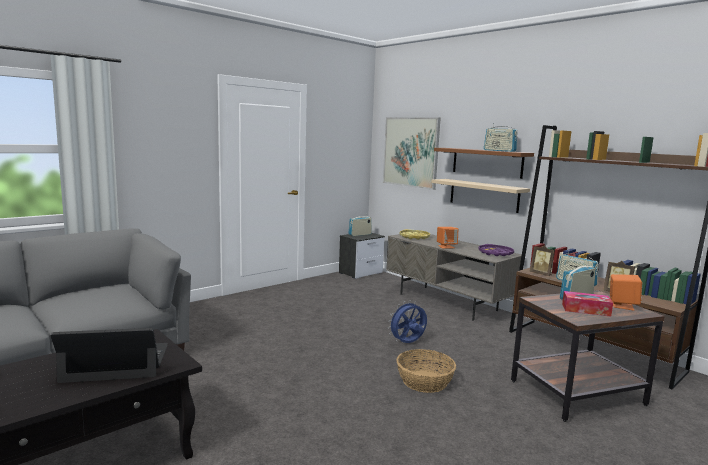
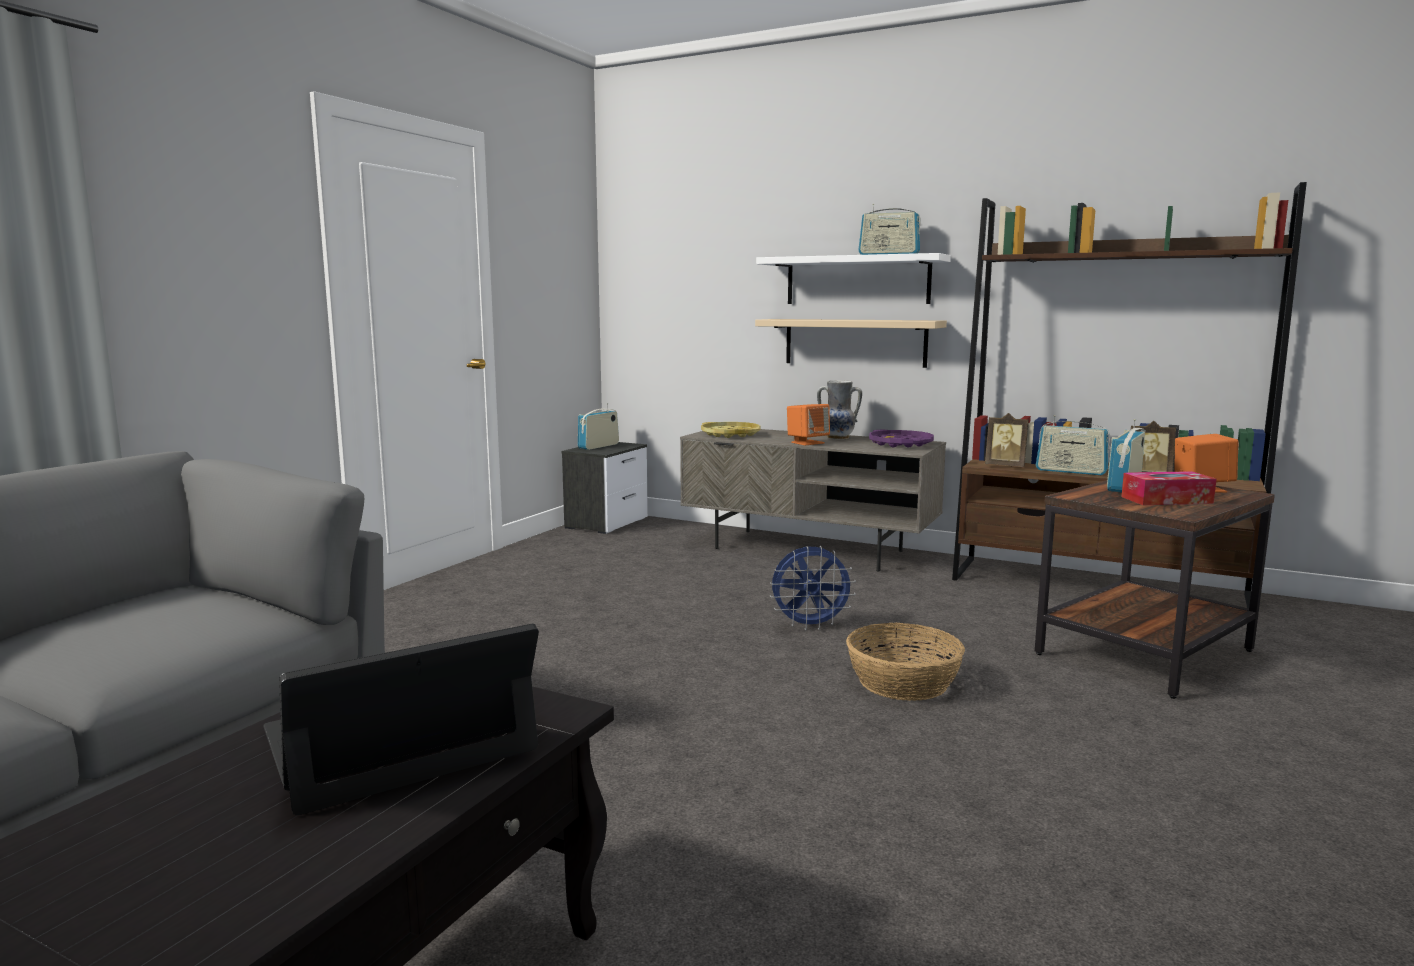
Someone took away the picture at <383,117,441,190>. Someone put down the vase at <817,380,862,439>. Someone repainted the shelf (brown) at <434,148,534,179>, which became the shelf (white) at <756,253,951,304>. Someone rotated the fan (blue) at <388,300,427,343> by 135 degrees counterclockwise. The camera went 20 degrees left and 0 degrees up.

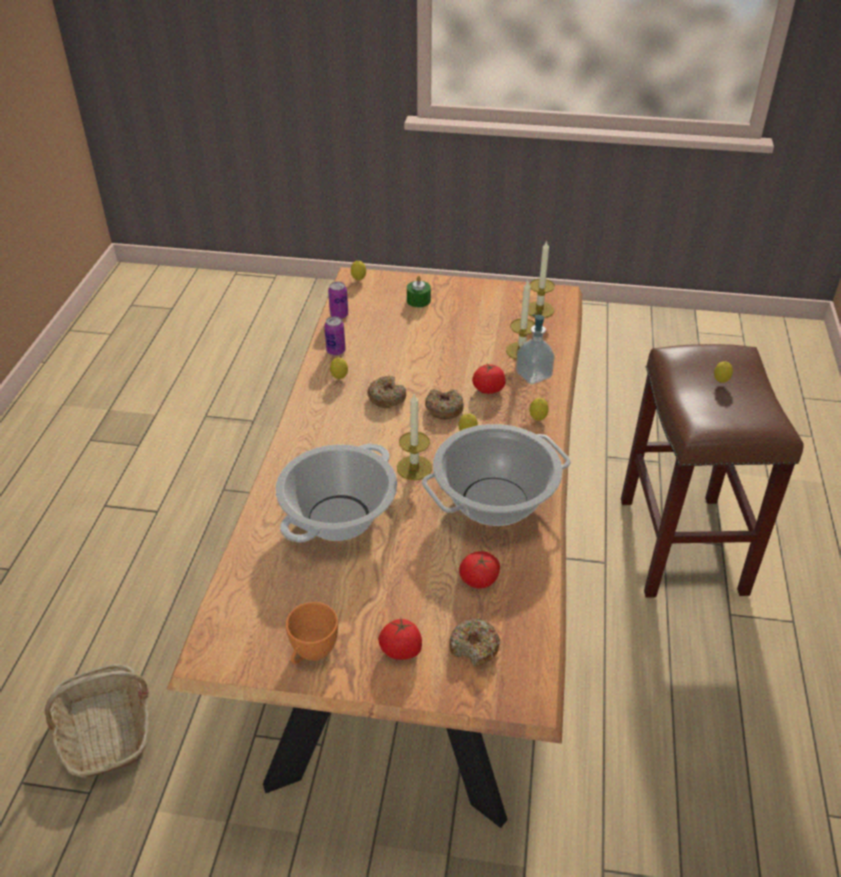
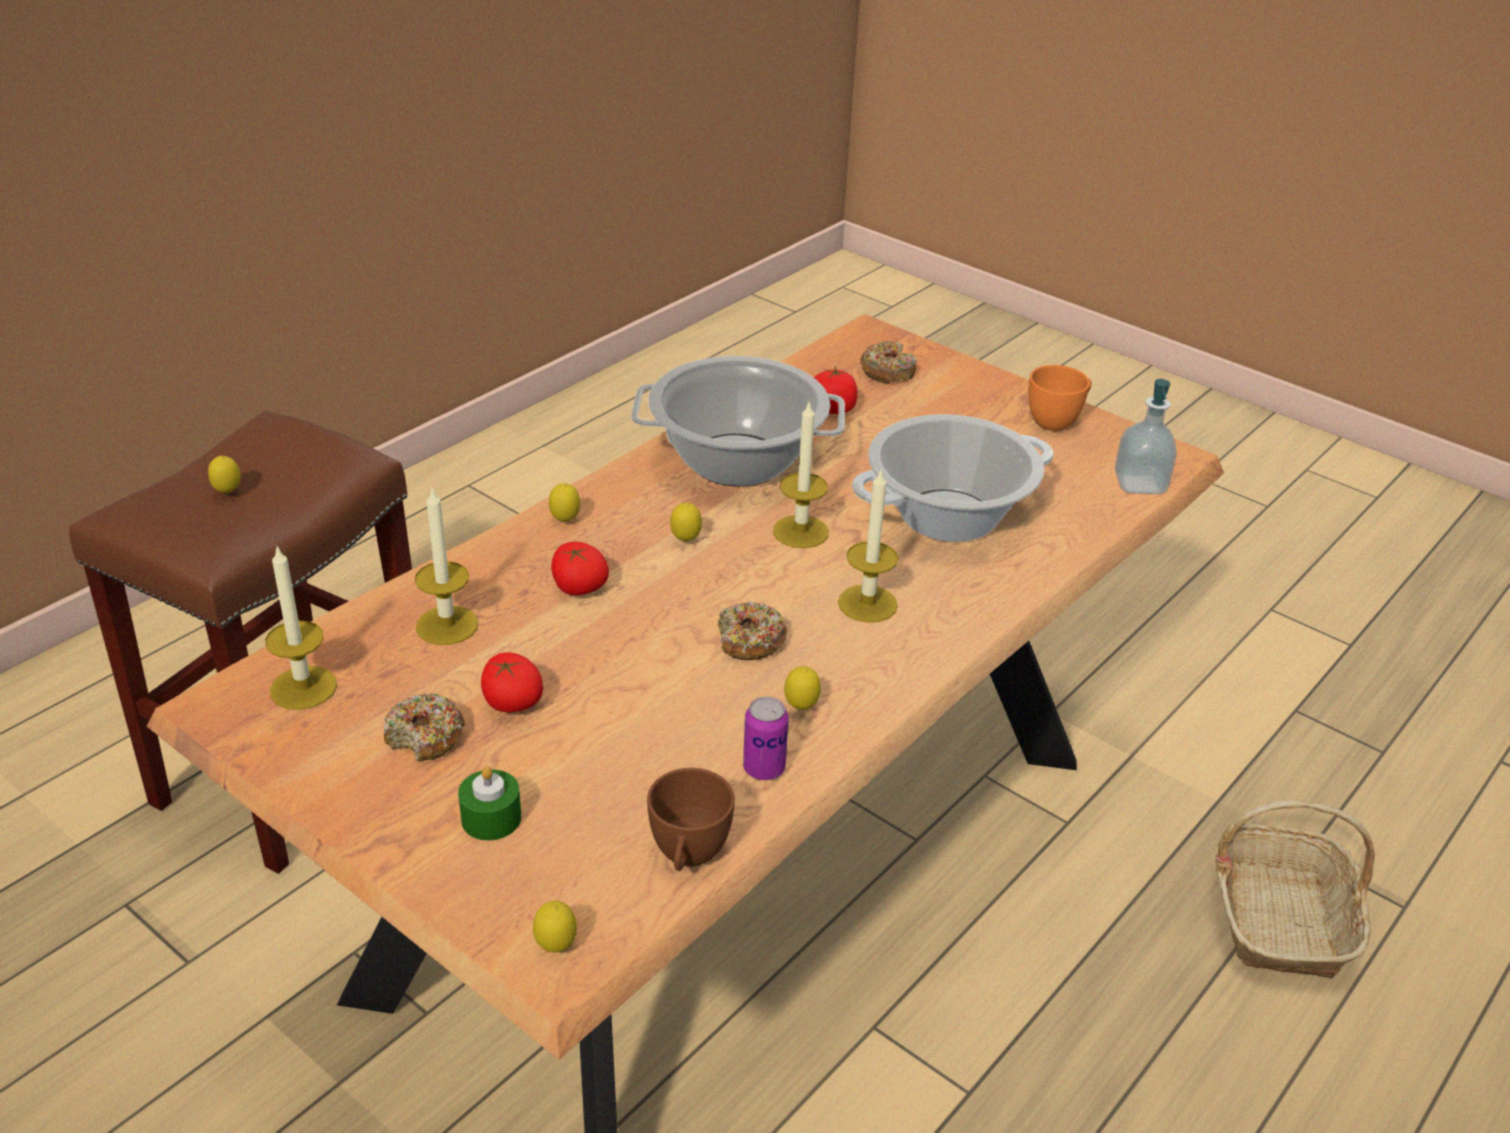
Someone put down the candle at <838,471,898,623>. Someone carried the tomato from <378,617,422,660> to <481,652,543,712>. Someone carried the donut from <425,388,464,419> to <383,693,465,761>. Someone carried the soap dispenser from <516,314,555,384> to <1115,379,1177,494>. Someone swapped the can at <328,282,348,319> for the cup (brown) at <647,768,735,871>. The camera went 150 degrees left and 5 degrees down.

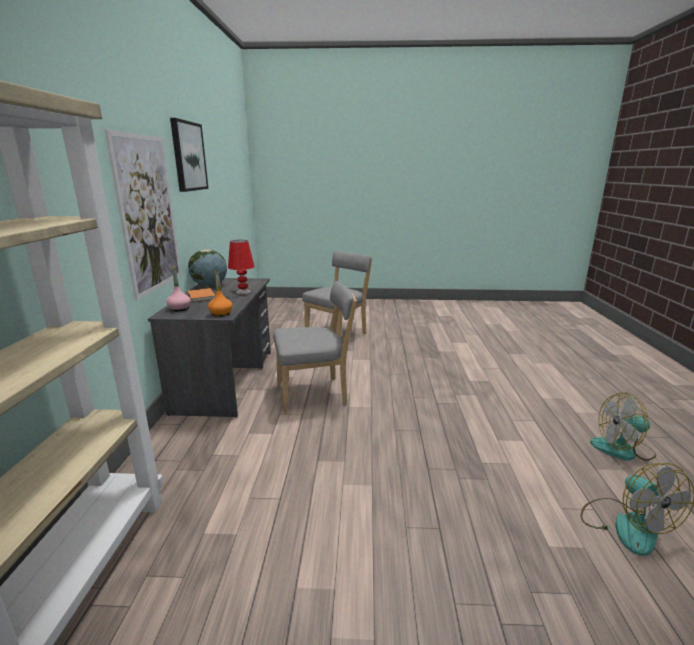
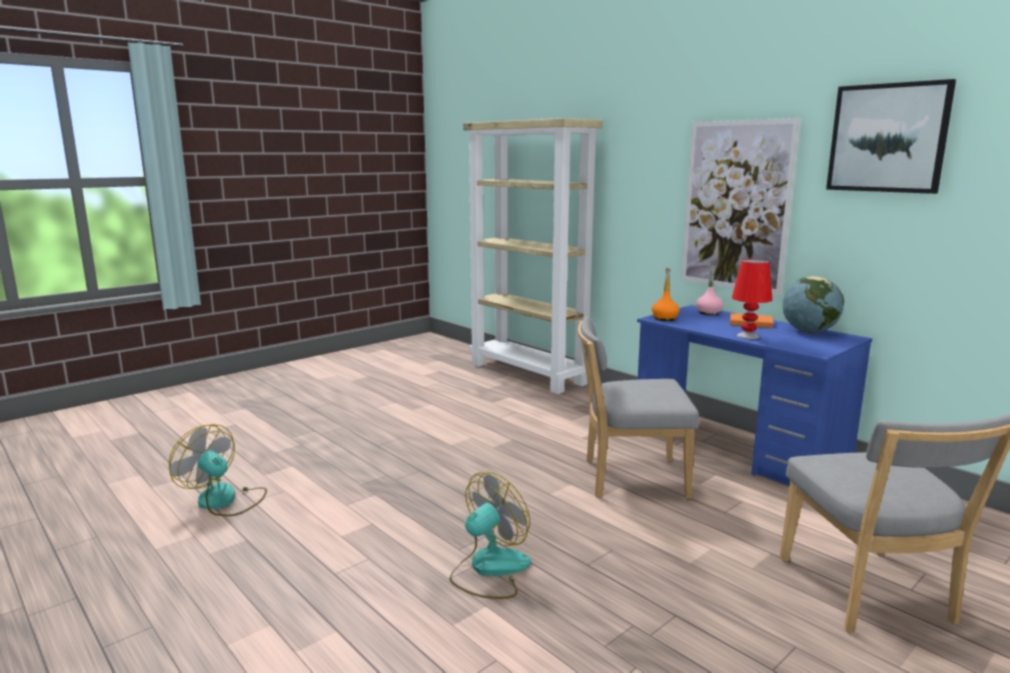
Someone carried the fan from <590,392,656,461> to <449,472,531,599>. Someone repainted the desk (grey) at <148,278,271,418>, which became the desk (blue) at <637,305,873,485>. Someone rotated the chair (grey) at <273,281,357,414> by 60 degrees clockwise. The camera went 135 degrees right and 5 degrees down.

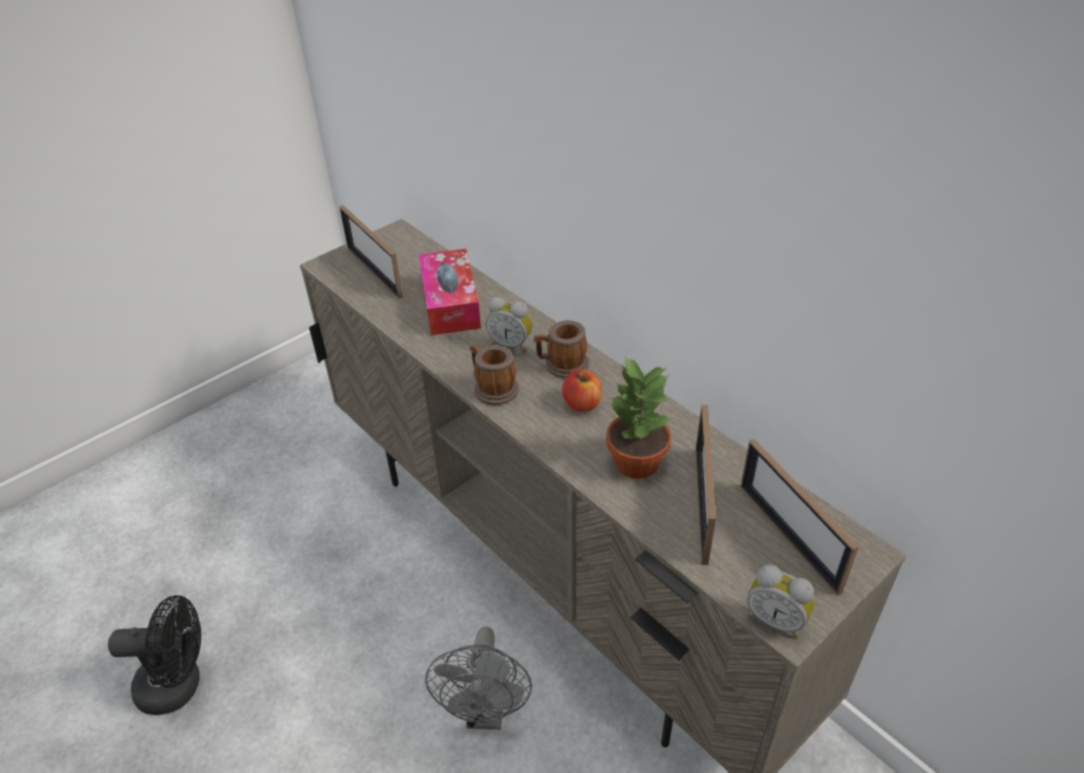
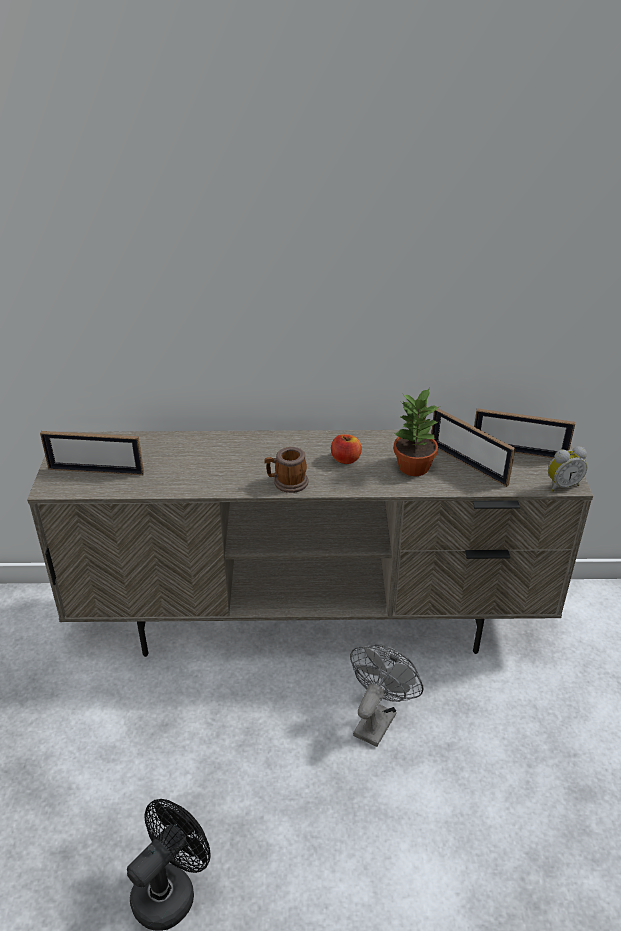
Someone took away the tissue box at <419,249,481,335>. Someone took away the alarm clock at <485,297,532,353>. Someone took away the mug at <534,320,589,379>. Someone rotated the fan (grey) at <425,627,532,730> by 105 degrees counterclockwise. The camera went 50 degrees left and 5 degrees down.

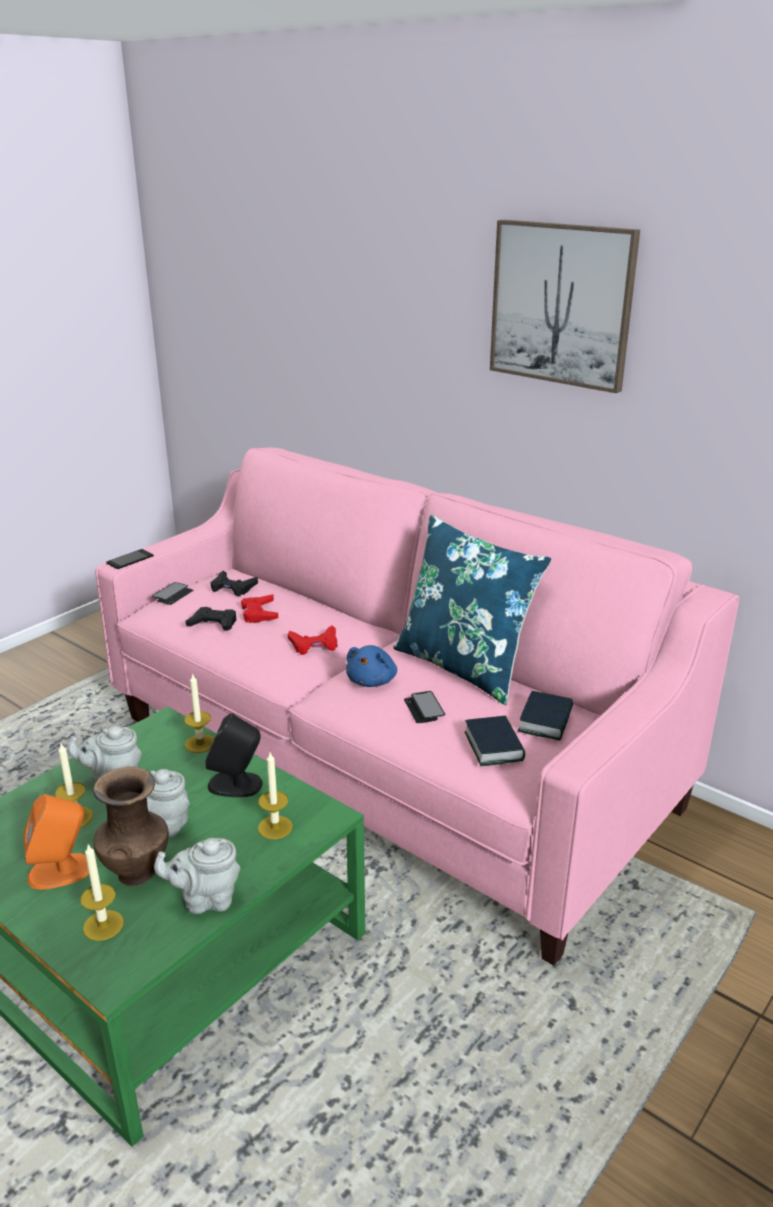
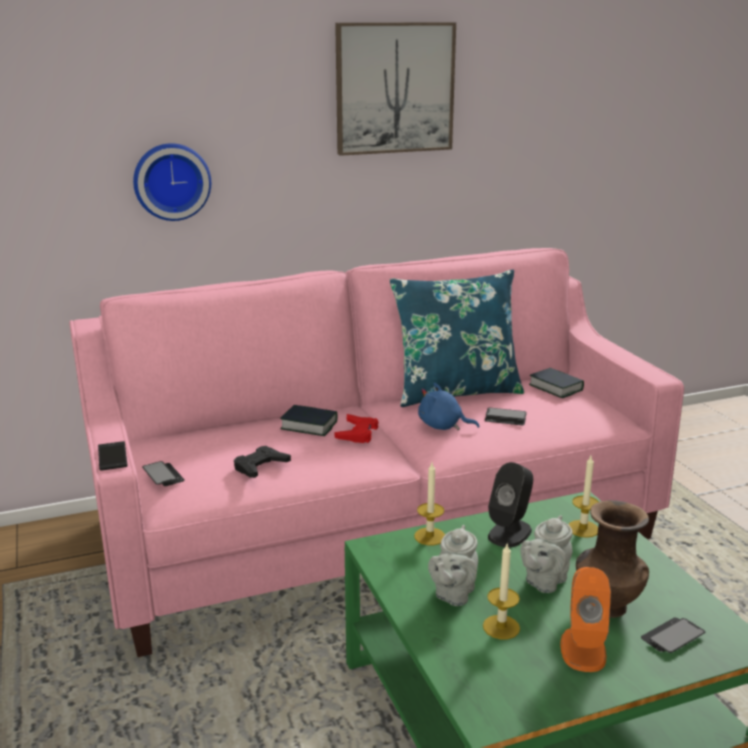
Someone took away the teapot (grey) at <154,838,240,914>. Someone took away the game controller (black) at <211,571,258,596>. Someone took away the game controller (red) at <241,594,278,623>. Someone put up the wall clock at <133,143,211,221>. Someone carried the book from <465,716,525,766> to <280,405,337,436>. Someone swapped the candle at <80,845,124,941> for the phone at <641,617,705,653>. Someone rotated the plush toy (blue) at <346,645,397,687> by 150 degrees clockwise. The camera went 60 degrees left and 5 degrees down.

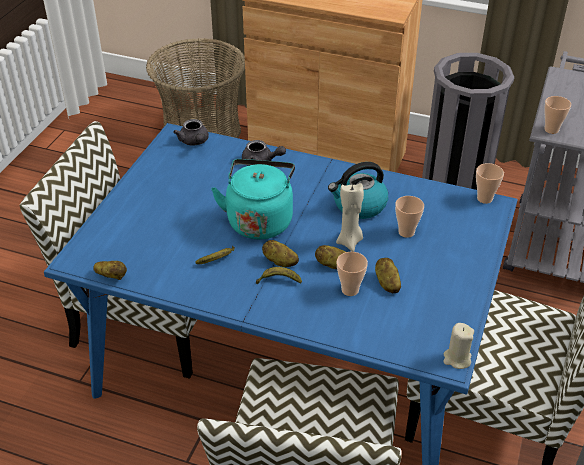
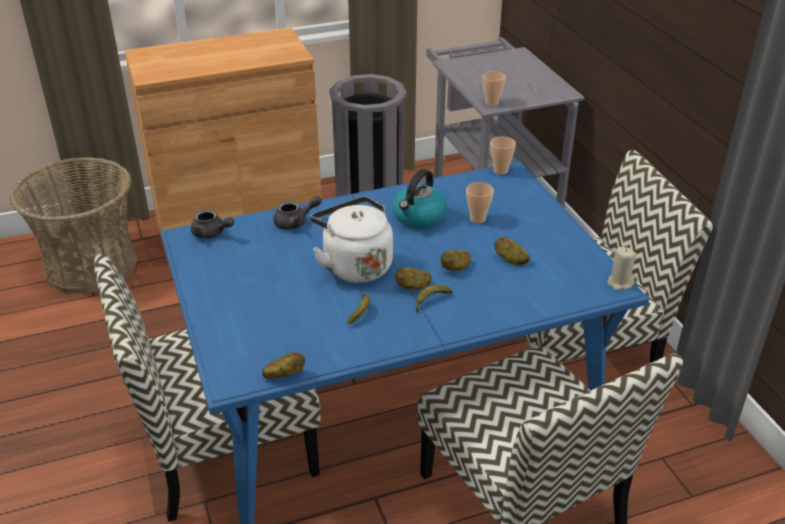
Someone took away the candle (beige) at <336,183,364,252>. Someone took away the cup at <337,252,368,296>. Someone repainted the kettle (turquoise) at <211,159,295,239>, which became the kettle (white) at <311,197,393,283>. The camera went 40 degrees left and 5 degrees down.

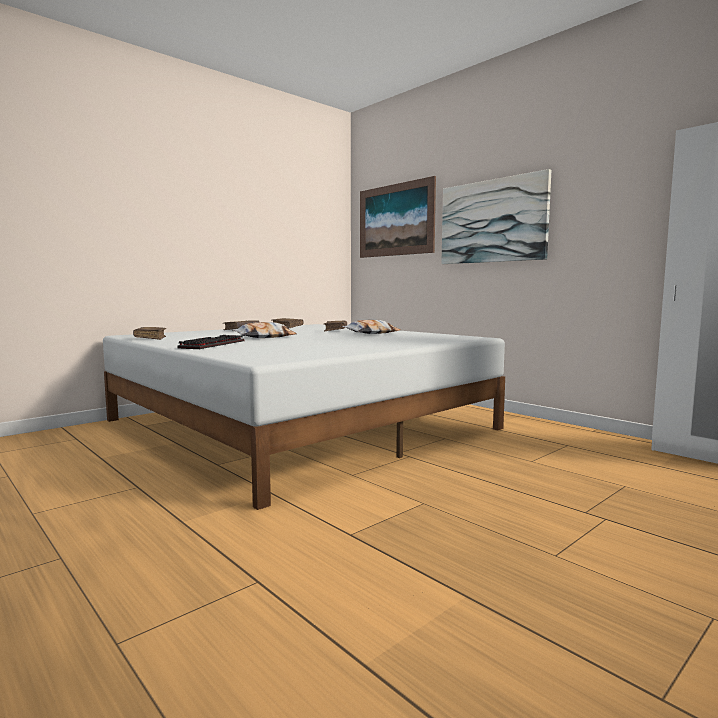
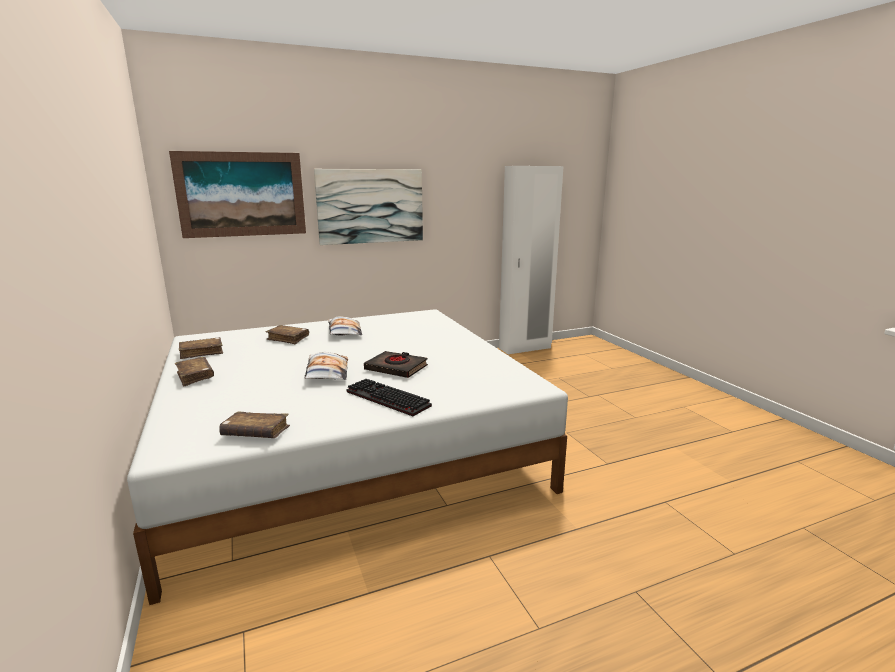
Someone put down the book (black) at <364,351,428,378>. The camera went 70 degrees left and 10 degrees up.

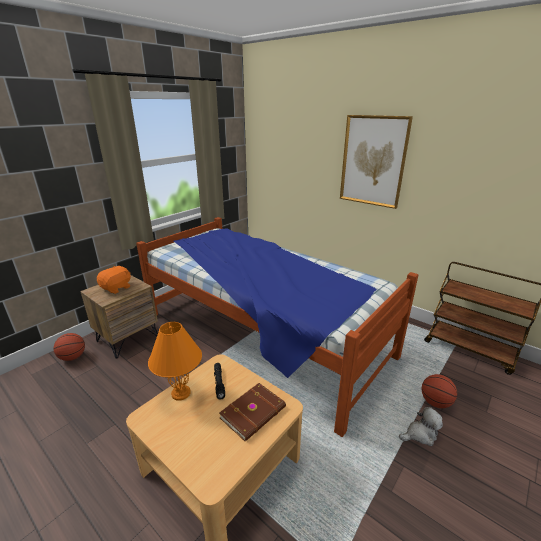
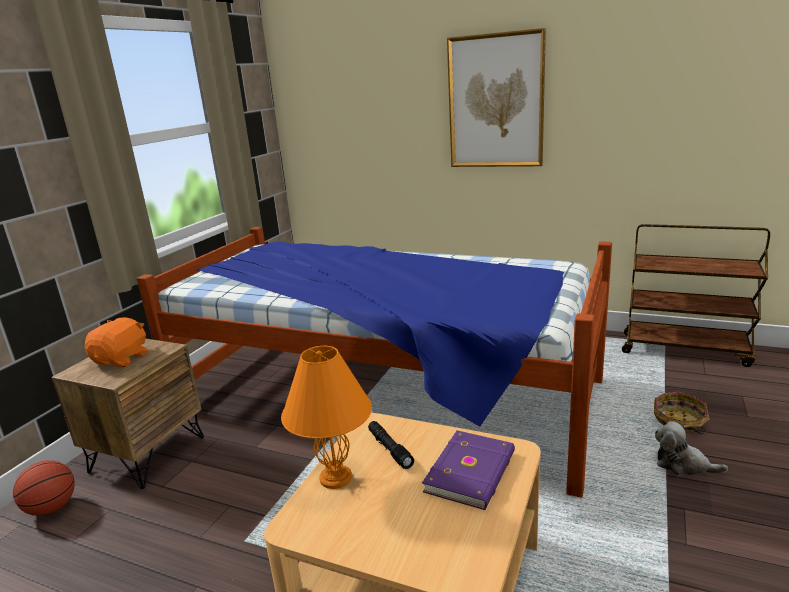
Someone swapped the basketball at <421,374,457,408> for the basket at <654,391,709,434>. Someone repainted the book (brown) at <219,383,286,442>, which became the book (purple) at <422,430,515,510>. Someone rotated the plush toy at <399,407,443,446> by 120 degrees counterclockwise. The camera went 15 degrees left and 5 degrees down.

